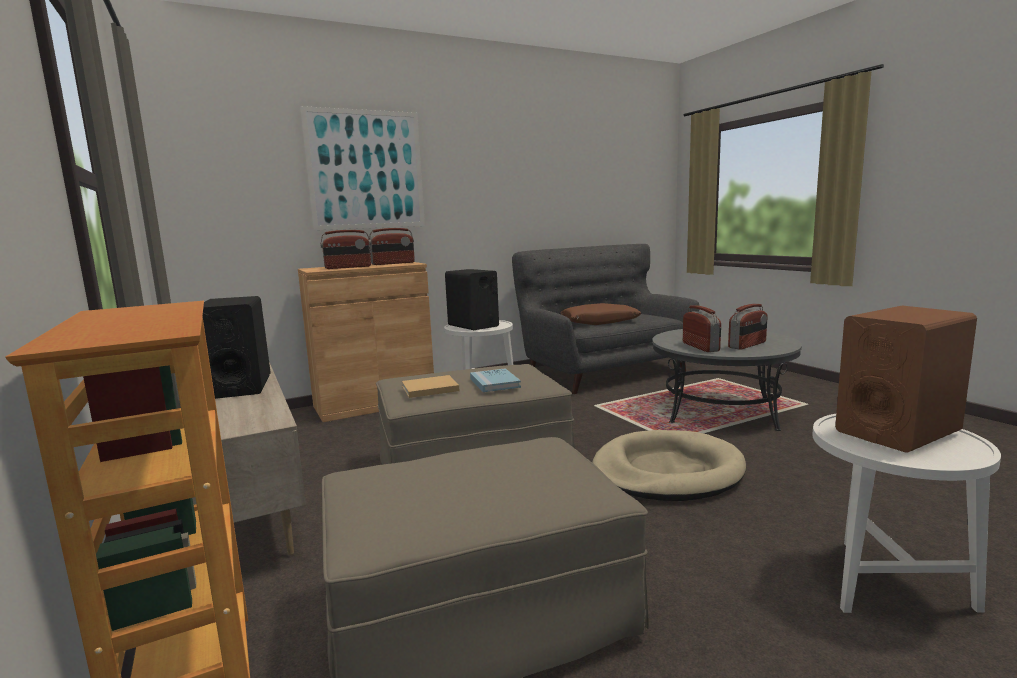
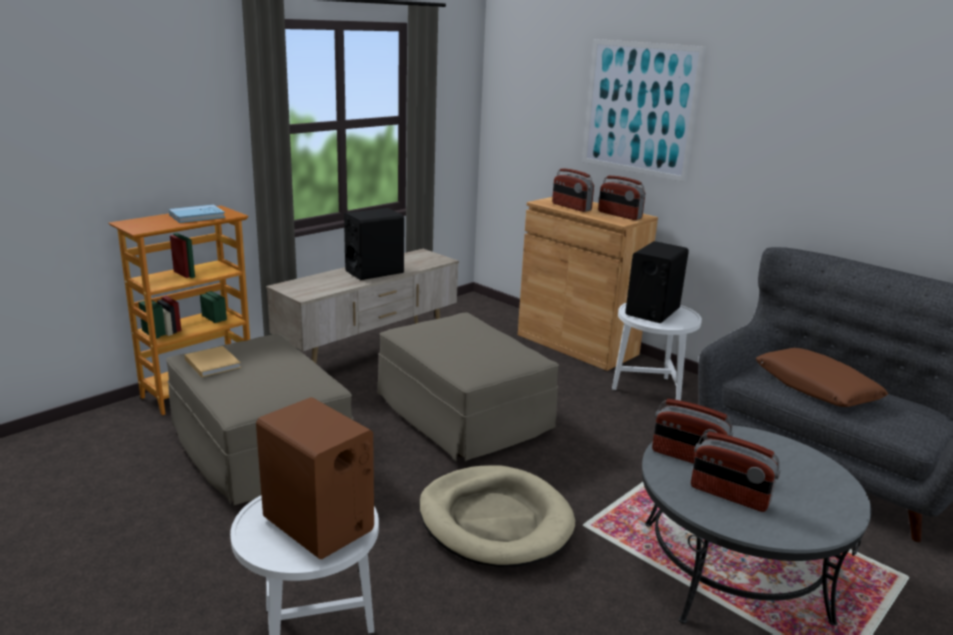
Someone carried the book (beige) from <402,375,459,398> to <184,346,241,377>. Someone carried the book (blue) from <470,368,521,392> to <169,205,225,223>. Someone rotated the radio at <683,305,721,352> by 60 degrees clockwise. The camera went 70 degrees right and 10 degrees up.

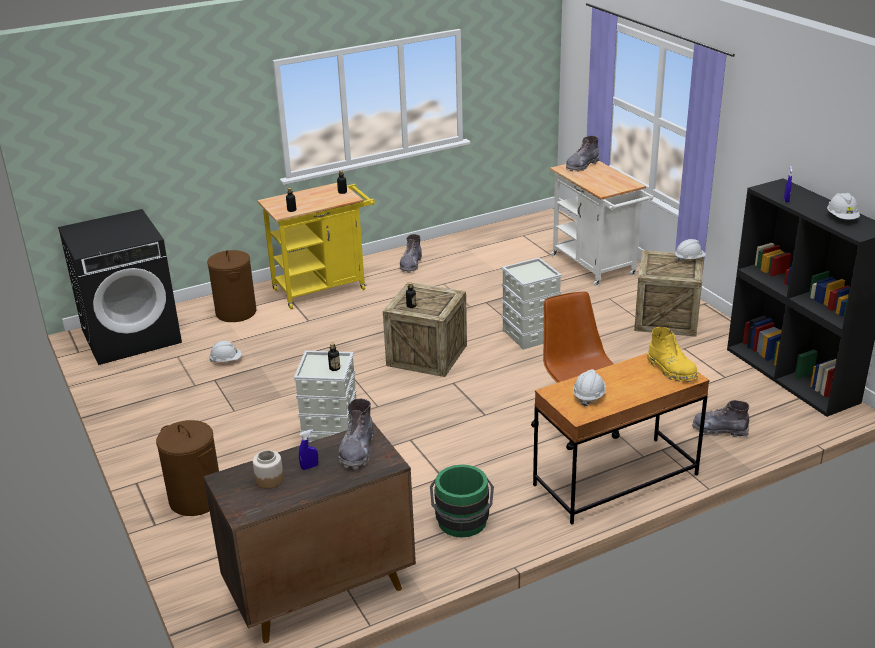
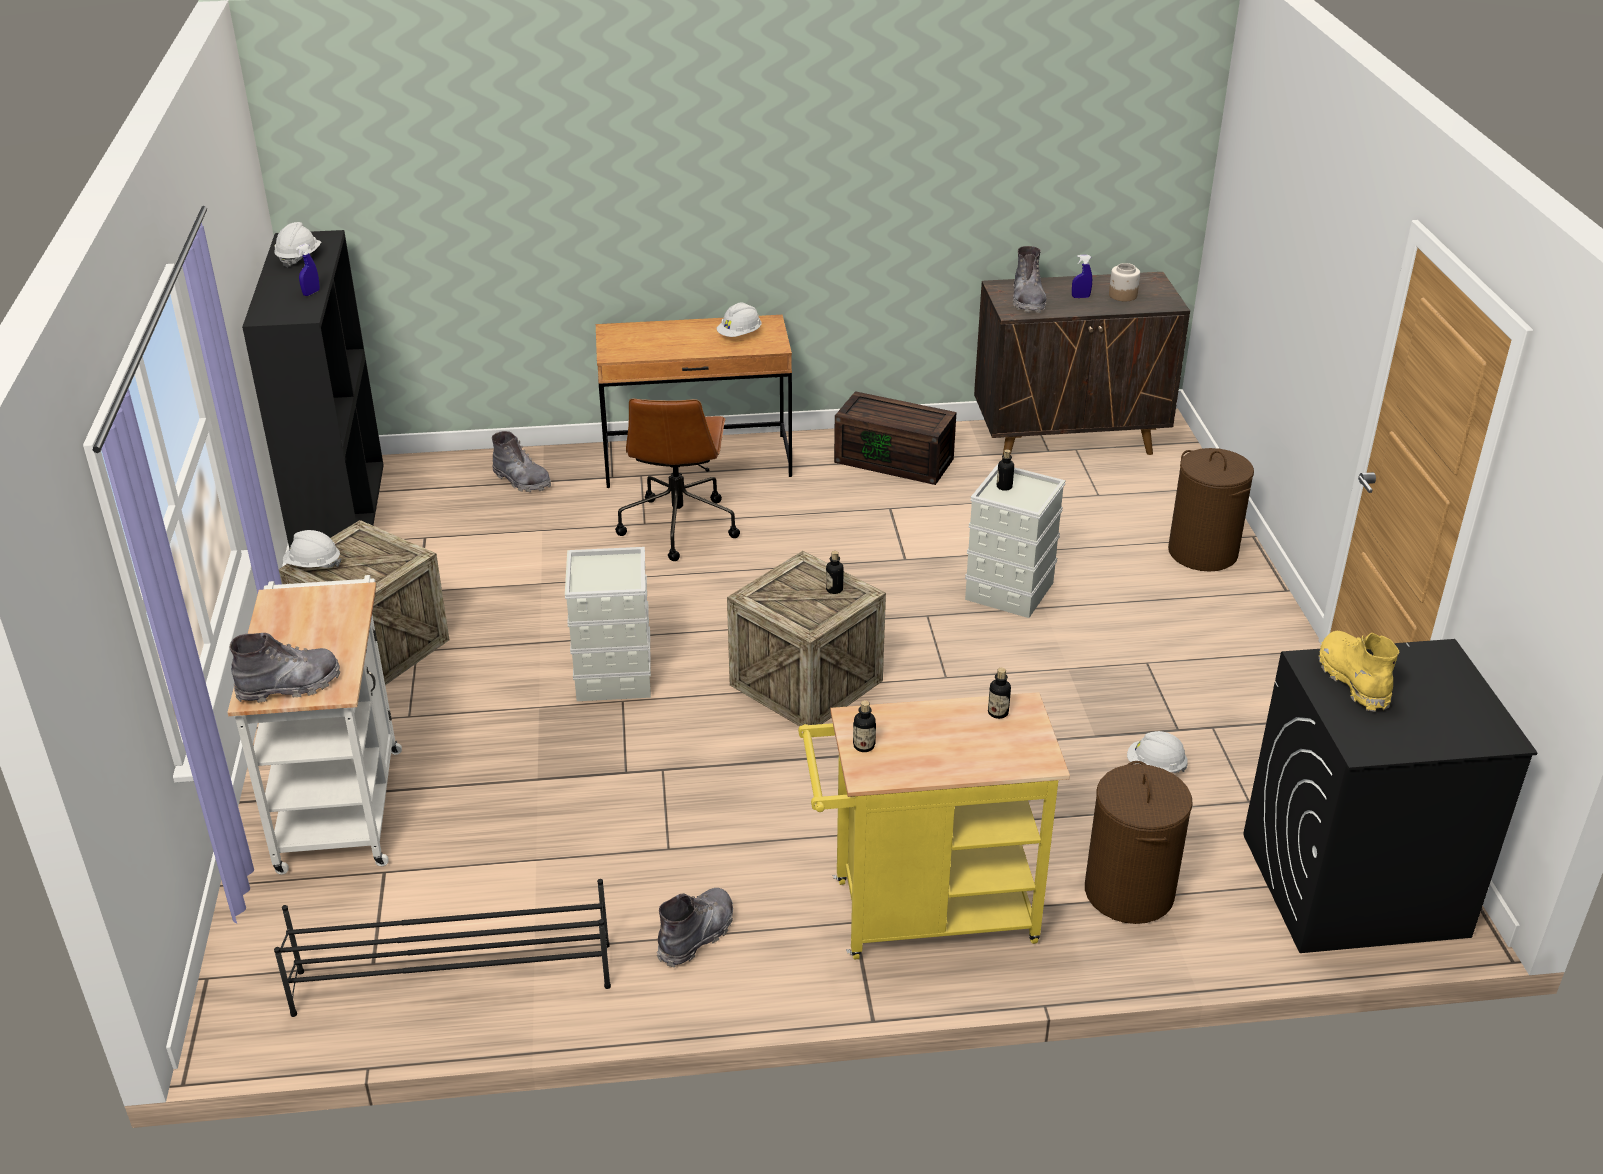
Someone put down the shoe rack (black) at <274,879,611,1017>. Someone carried the boot (yellow) from <647,327,698,382> to <1319,631,1400,712>. Someone swapped the bucket (green) at <430,465,494,538> for the storage box (brown) at <834,391,957,485>. Someone rotated the boot (grey) at <339,399,374,470> by 150 degrees clockwise. The camera went 160 degrees left and 5 degrees up.

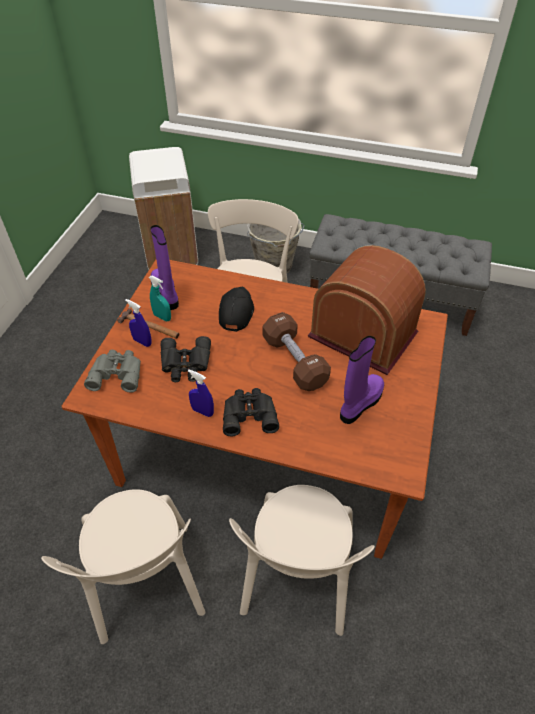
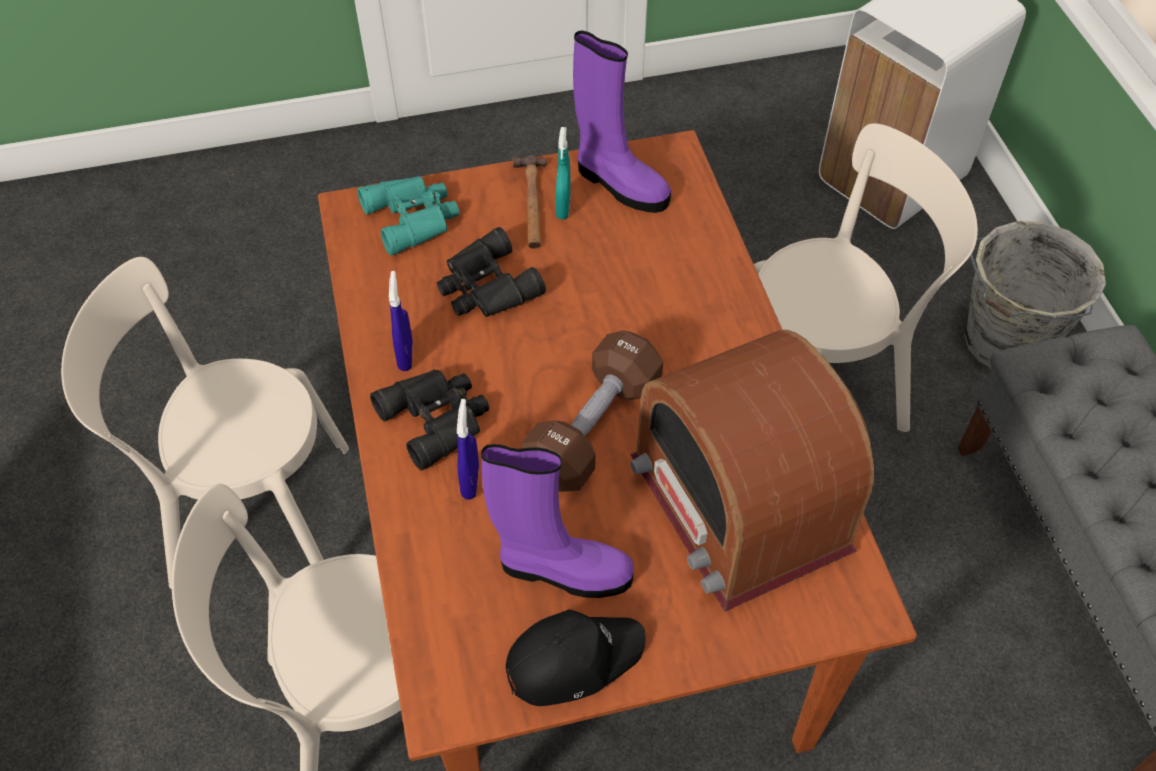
Someone carried the spray bottle (blue) from <125,299,152,347> to <457,399,479,500>. Someone carried the cap (black) from <219,287,254,332> to <506,609,645,706>. Someone repainted the binoculars (grey) at <84,350,141,393>, which became the binoculars (turquoise) at <357,176,459,255>. Someone rotated the chair (beige) at <41,489,205,644> by 45 degrees clockwise. Someone rotated the boot (purple) at <150,225,179,310> by 90 degrees clockwise. Someone rotated the radio at <308,245,426,375> by 150 degrees clockwise. The camera went 60 degrees right and 5 degrees up.

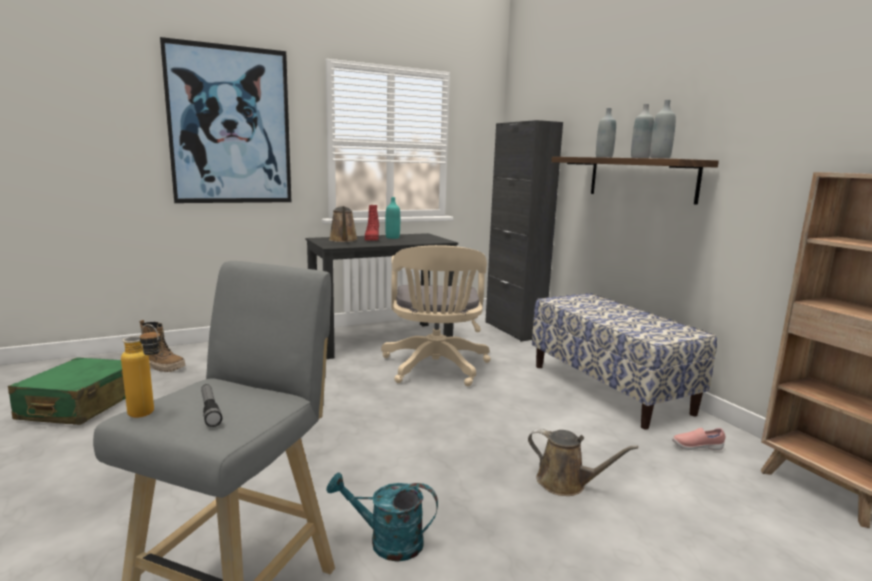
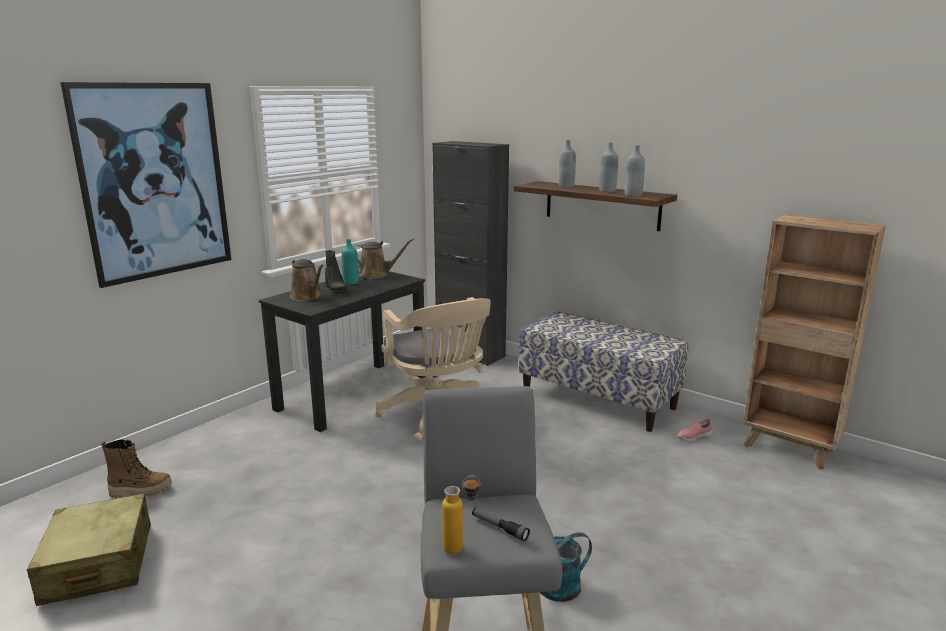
Someone carried the watering can (brown) from <528,428,638,496> to <353,239,414,279>. Someone repainted the suitcase (green) at <8,357,126,425>, which became the suitcase (beige) at <27,493,151,606>. Someone repainted the boot (red) at <365,205,379,241>, which became the boot (black) at <325,250,348,294>. The camera went 25 degrees left and 5 degrees up.

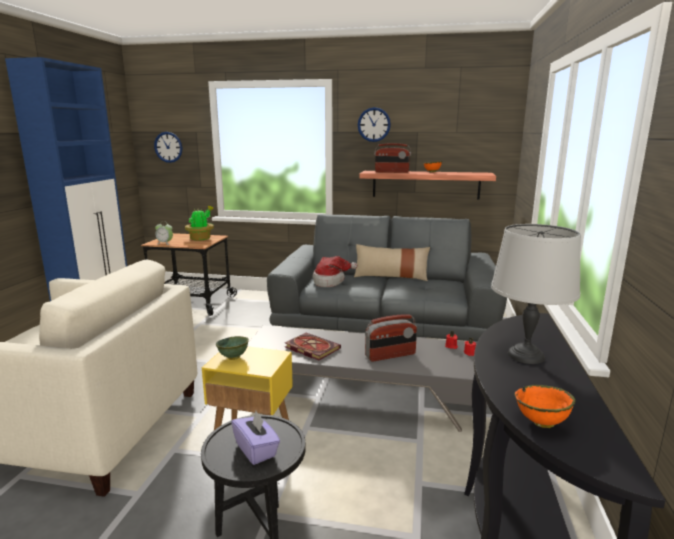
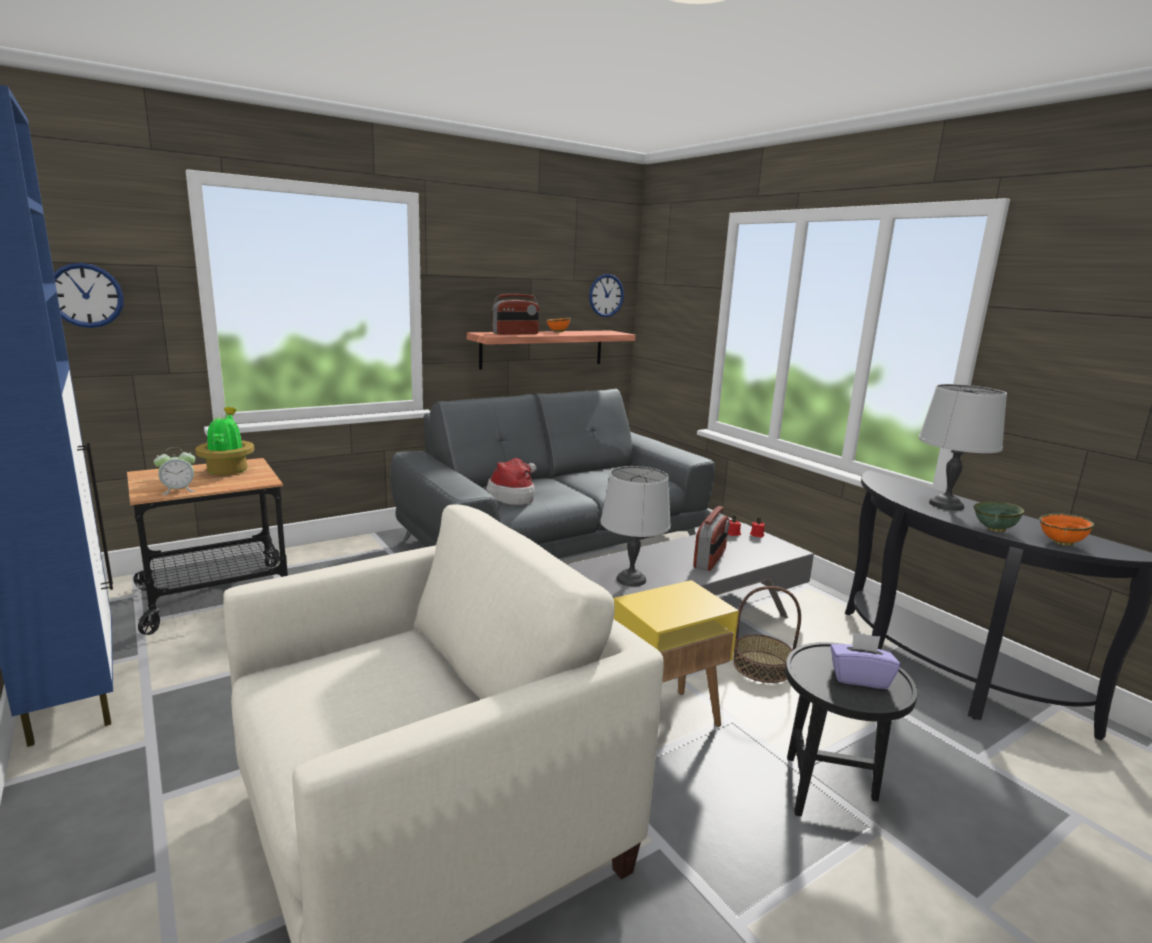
Someone took away the pillow (beige) at <354,244,430,281>. Someone put down the basket at <733,586,801,683>. Someone carried the bowl (green) from <216,336,249,360> to <974,501,1024,532>. Someone carried the wall clock from <358,107,391,142> to <589,274,624,317>. Someone swapped the book at <285,333,341,360> for the table lamp (grey) at <601,466,671,587>. The camera went 45 degrees left and 0 degrees up.

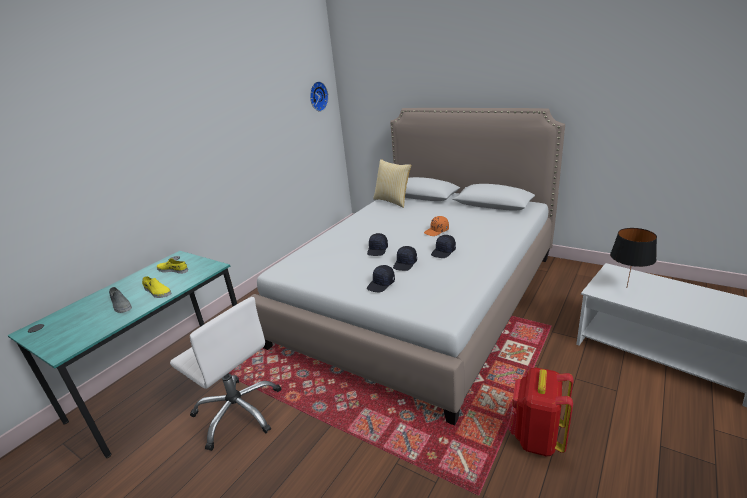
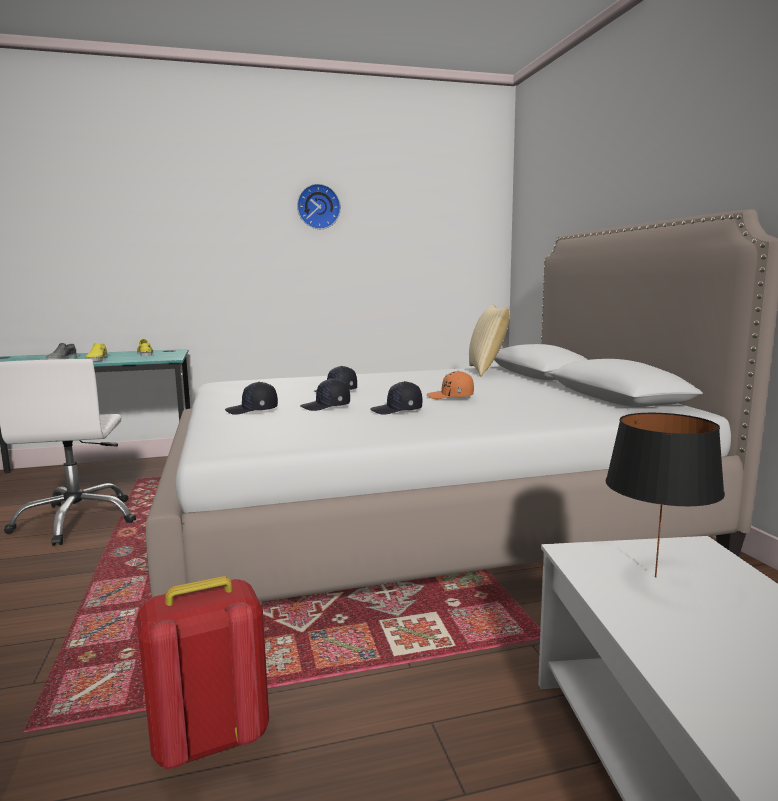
Someone carried the wall clock from <310,81,329,111> to <297,184,341,229>. The camera went 40 degrees right and 15 degrees down.

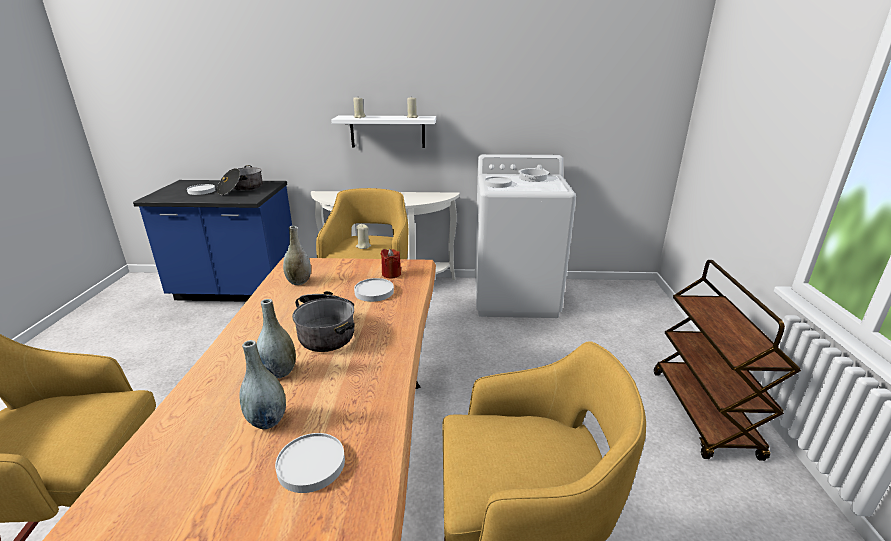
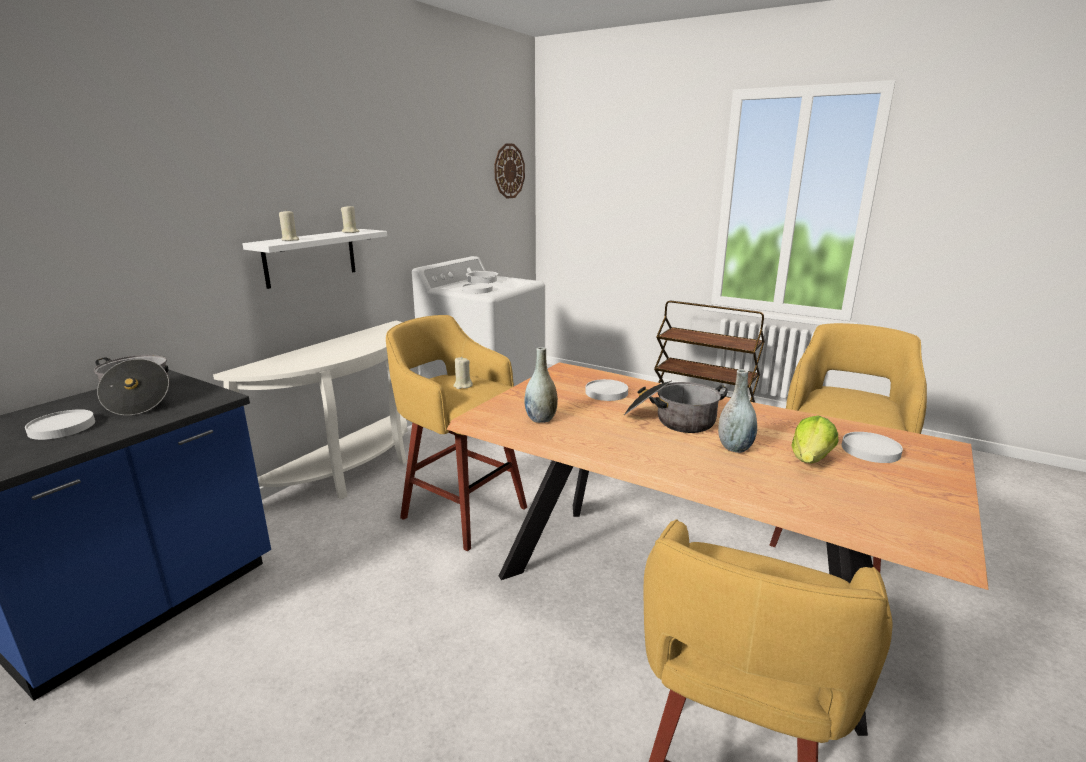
Someone took away the candle (red) at <381,249,401,278>. Someone put up the wall clock at <494,143,525,199>. Someone swapped the vase (grey) at <239,340,286,429> for the lettuce at <792,415,839,464>. The camera went 60 degrees left and 5 degrees down.

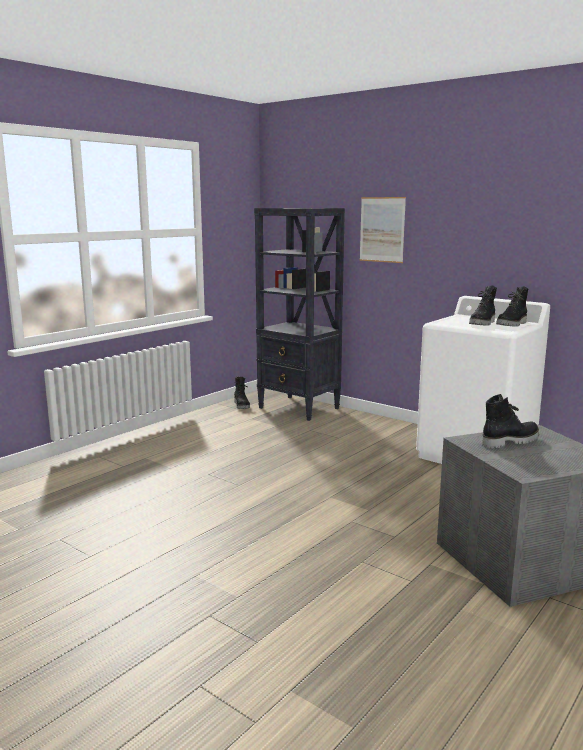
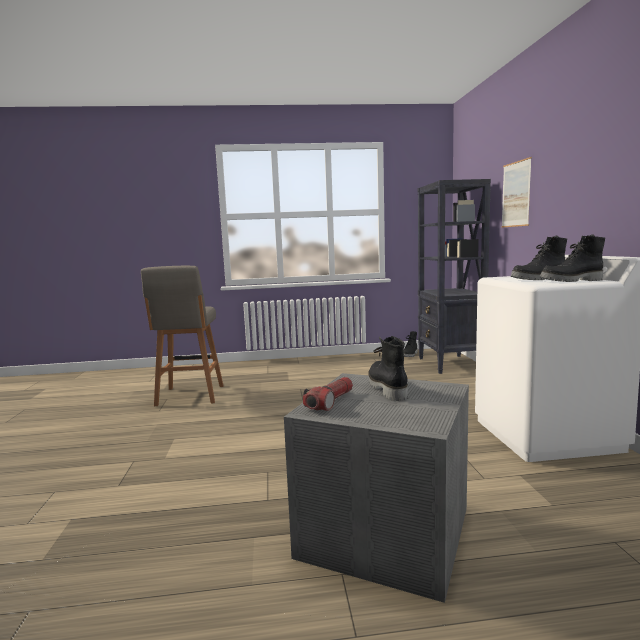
Someone put down the stool (grey) at <141,266,224,406>. Someone put down the flashlight at <303,377,353,411>. Someone rotated the boot (black) at <482,394,539,449> by 120 degrees counterclockwise. The camera went 45 degrees right and 5 degrees down.

